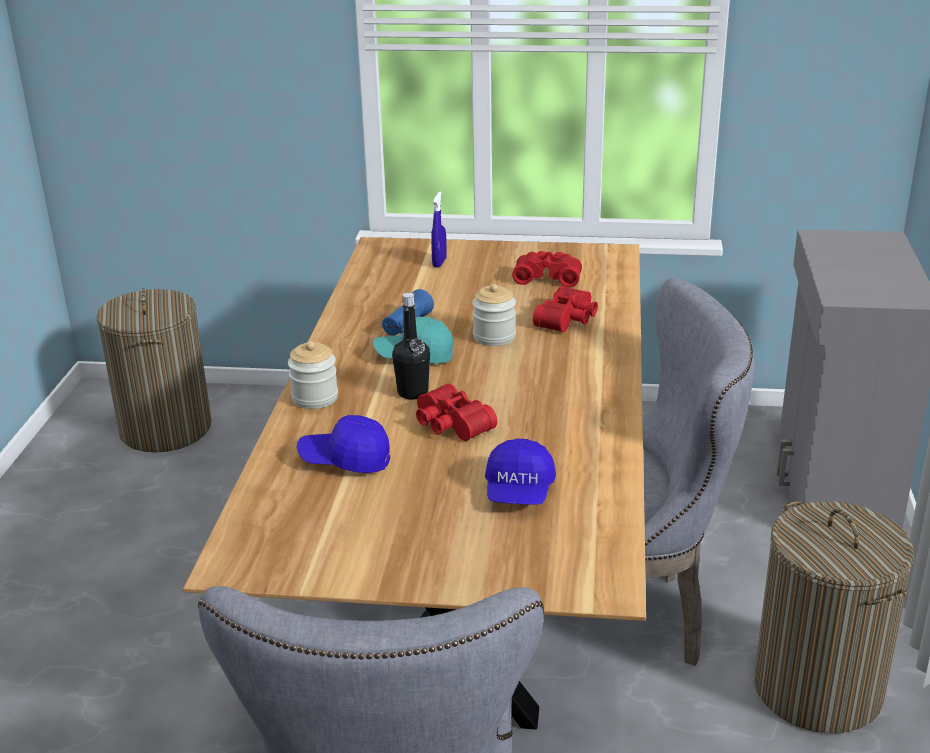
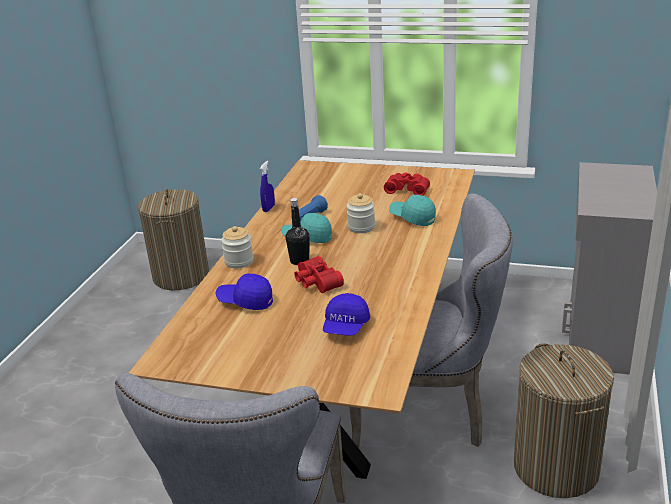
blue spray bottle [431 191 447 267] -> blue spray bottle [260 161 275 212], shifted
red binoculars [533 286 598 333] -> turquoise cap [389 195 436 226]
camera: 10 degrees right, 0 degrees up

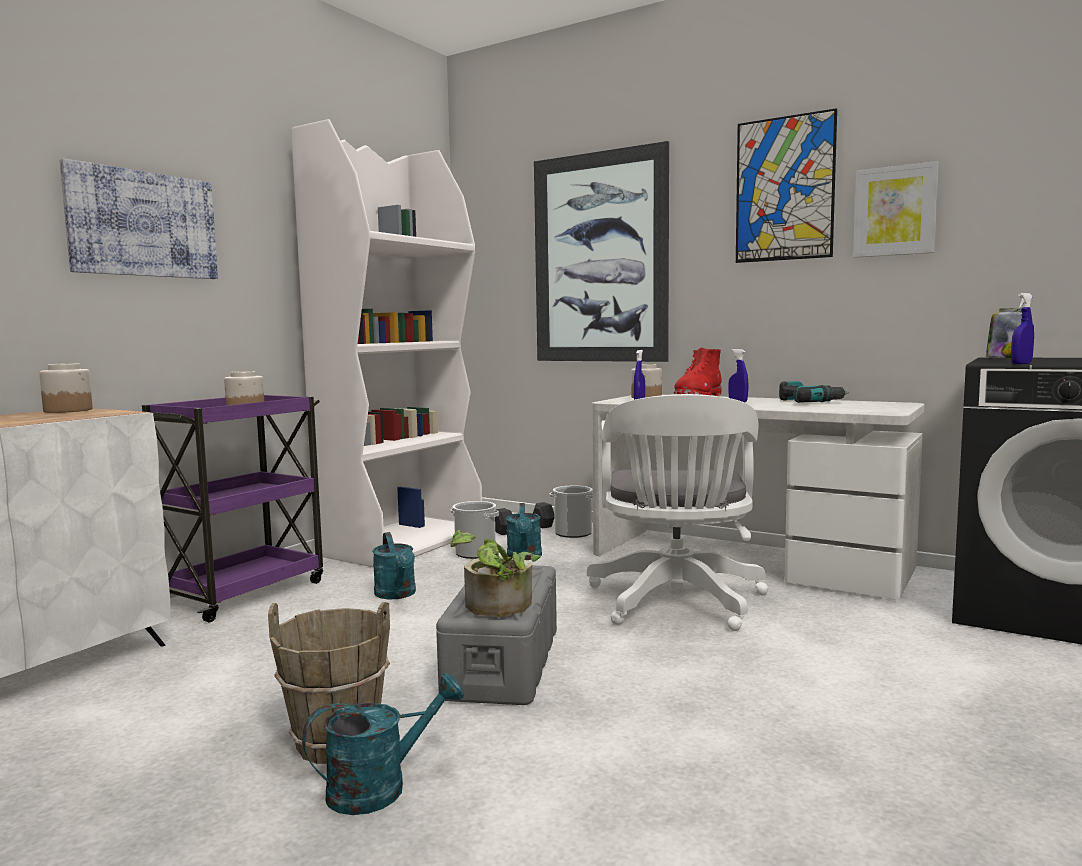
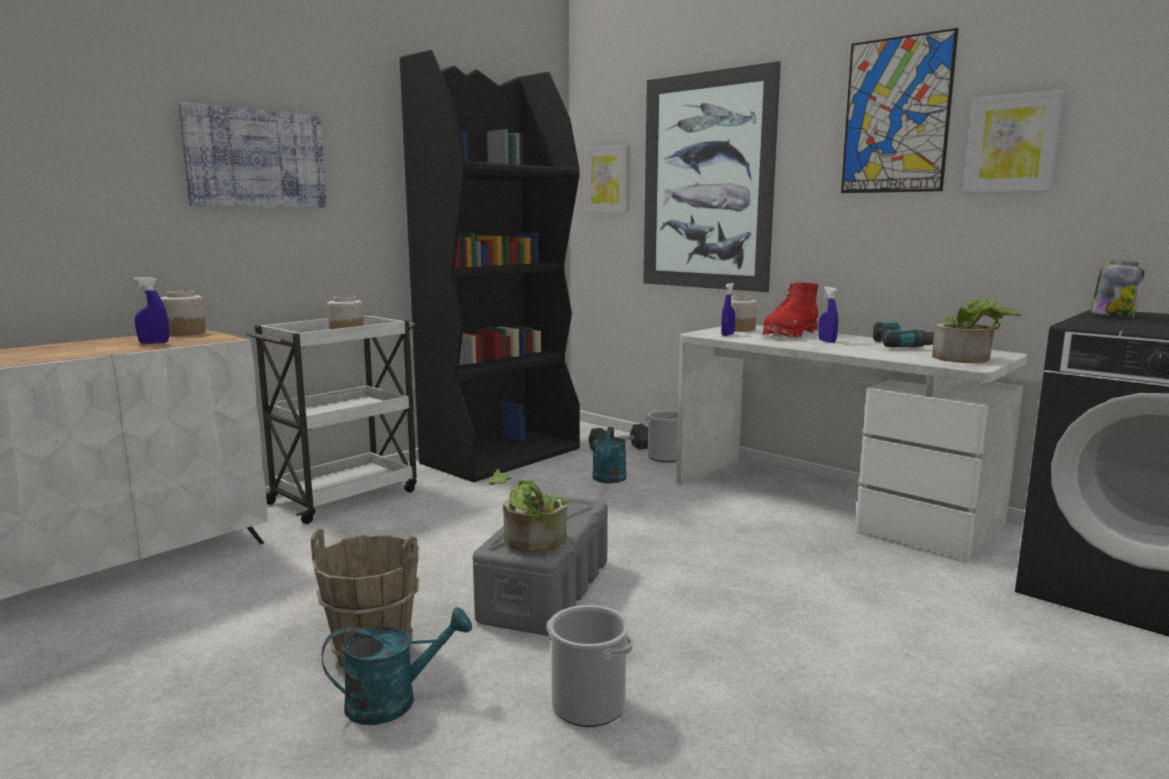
turquoise watering can [372 532 416 599] -> none
white office chair [587 394 768 631] -> none
none -> picture [584 145 630 213]
none -> potted plant [932 298 1021 363]
bucket [451 501 499 559] -> bucket [547 605 633 727], shifted
blue spray bottle [1011 293 1034 364] -> blue spray bottle [134 277 169 344], shifted
purple cart [140 395 323 622] -> white cart [246 314 417 524]
white bookcase [291 119 482 567] -> black bookcase [400 50 580 482]
camera: 10 degrees right, 5 degrees up

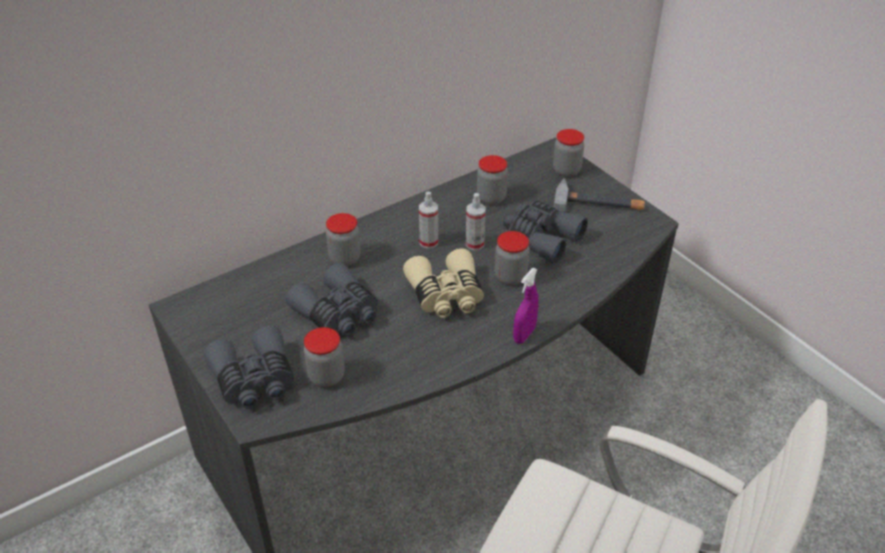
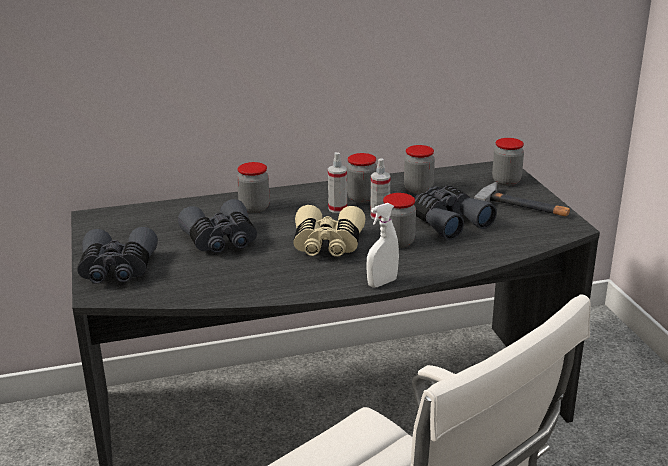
jar [304 327 345 387] -> jar [347 153 377 203], shifted
purple spray bottle [513 268 539 344] -> white spray bottle [366 203 399 288]
camera: 20 degrees right, 15 degrees down

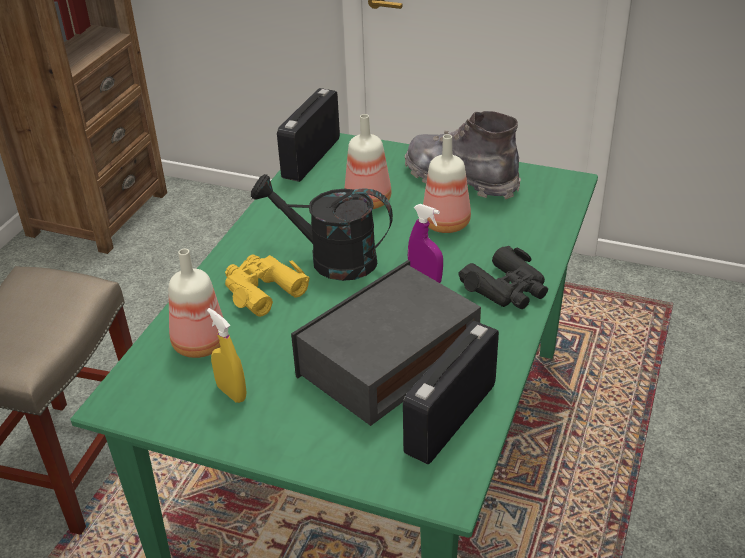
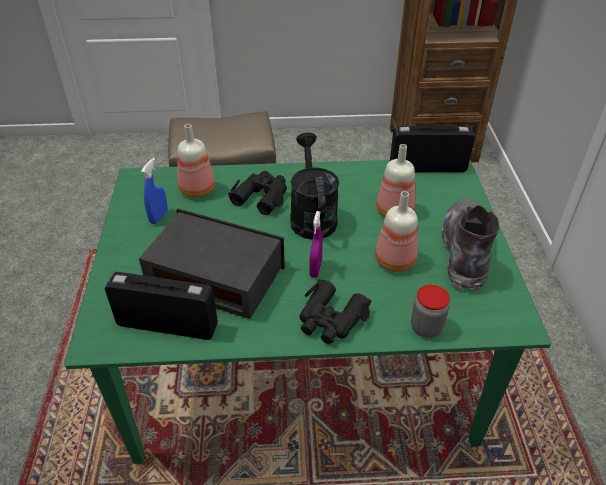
none -> jar [411 285 450 338]
yellow spray bottle [207 308 247 403] -> blue spray bottle [141 158 167 224]
yellow binoculars [225 255 309 317] -> black binoculars [228 171 287 215]
camera: 65 degrees right, 5 degrees up

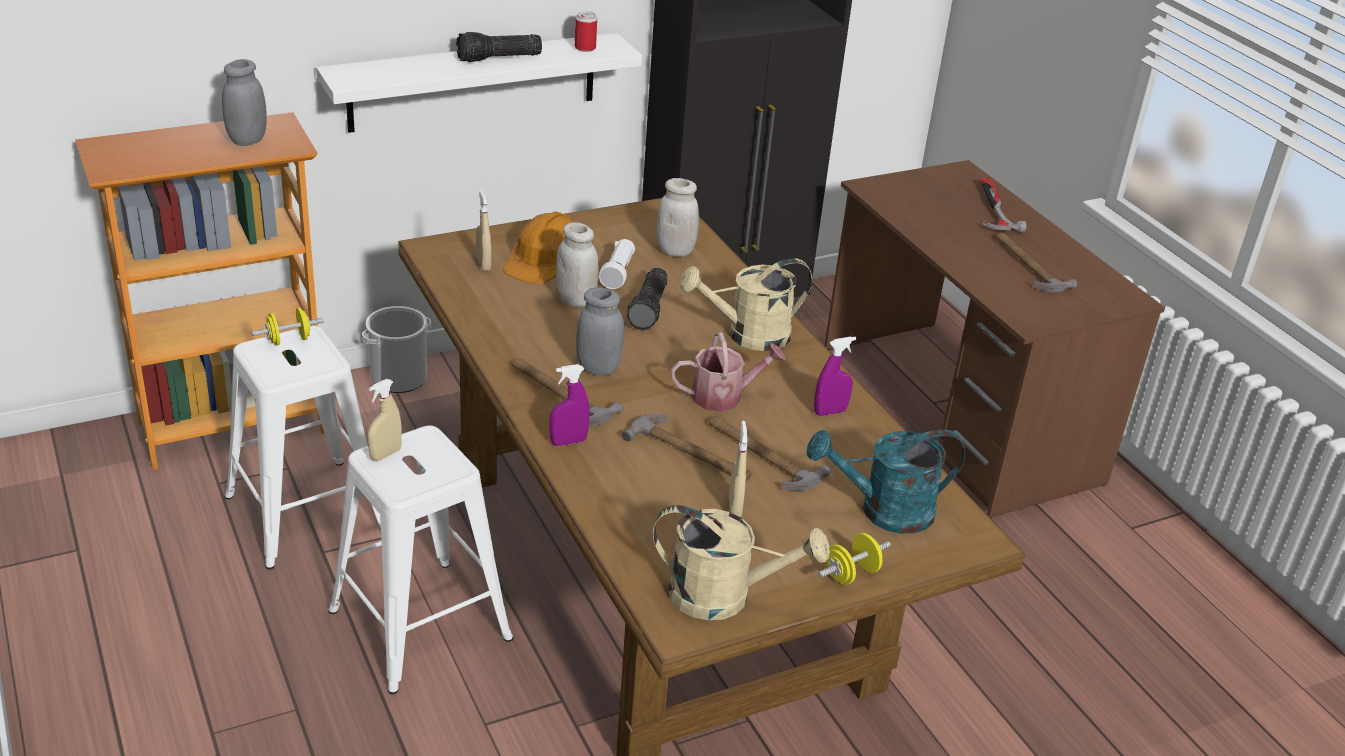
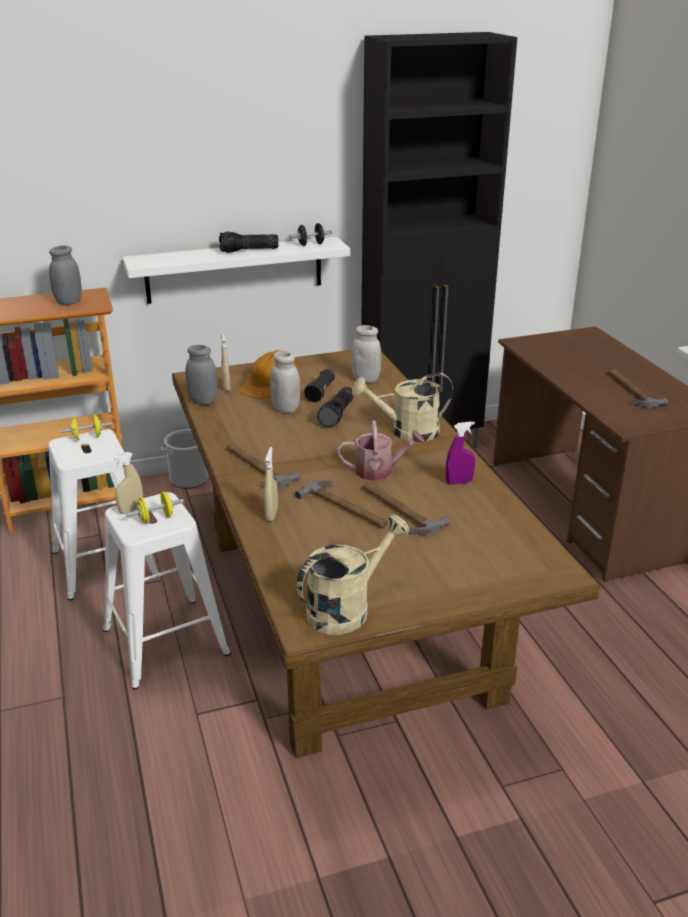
purple spray bottle [549 364 590 446] -> none
turquoise watering can [807 430 965 534] -> none
hammer [980 177 1026 233] -> none
grey jar [576 287 624 376] -> grey jar [186 345 218 405], shifted
beige spray bottle [729 421 747 517] -> beige spray bottle [264 447 278 521], shifted
yellow dumbbell [818 533 890 585] -> yellow dumbbell [126 492 184 524], shifted
can [575 11 597 52] -> black dumbbell [289 223 332 246]
white flashlight [598 239 635 289] -> black flashlight [304 369 335 402]
beige watering can [653 505 830 620] -> beige watering can [297 514 410 635], 60 degrees counterclockwise
camera: 10 degrees right, 5 degrees down

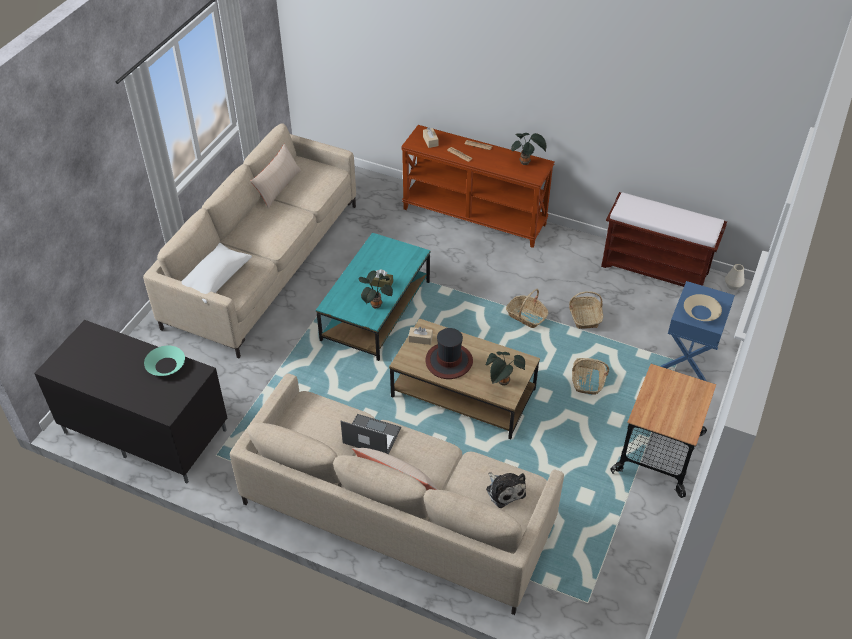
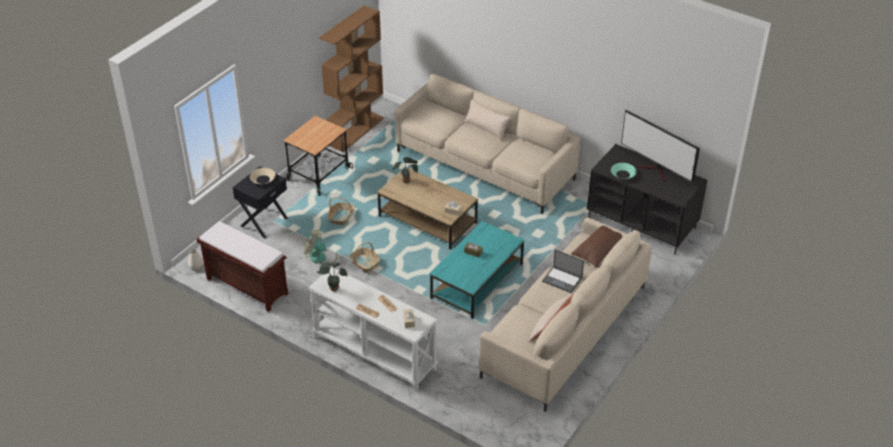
potted plant [358 271 393 309] -> none
hat [426 328 473 379] -> none
plush toy [486 473 526 508] -> none
none -> brown bookcase [319 6 384 152]
none -> television [621 109 700 182]
laptop [341 414 401 454] -> laptop [542 249 584 293], shifted
basket [569 291 603 329] -> fan [304 230 337 265]
white pillow [182 243 252 303] -> brown pillow [571 226 623 267]
brown console table [401 125 555 248] -> white console table [309 267 437 391]
blue nightstand [660 281 735 381] -> black nightstand [233 166 288 239]
camera: 170 degrees left, 5 degrees down

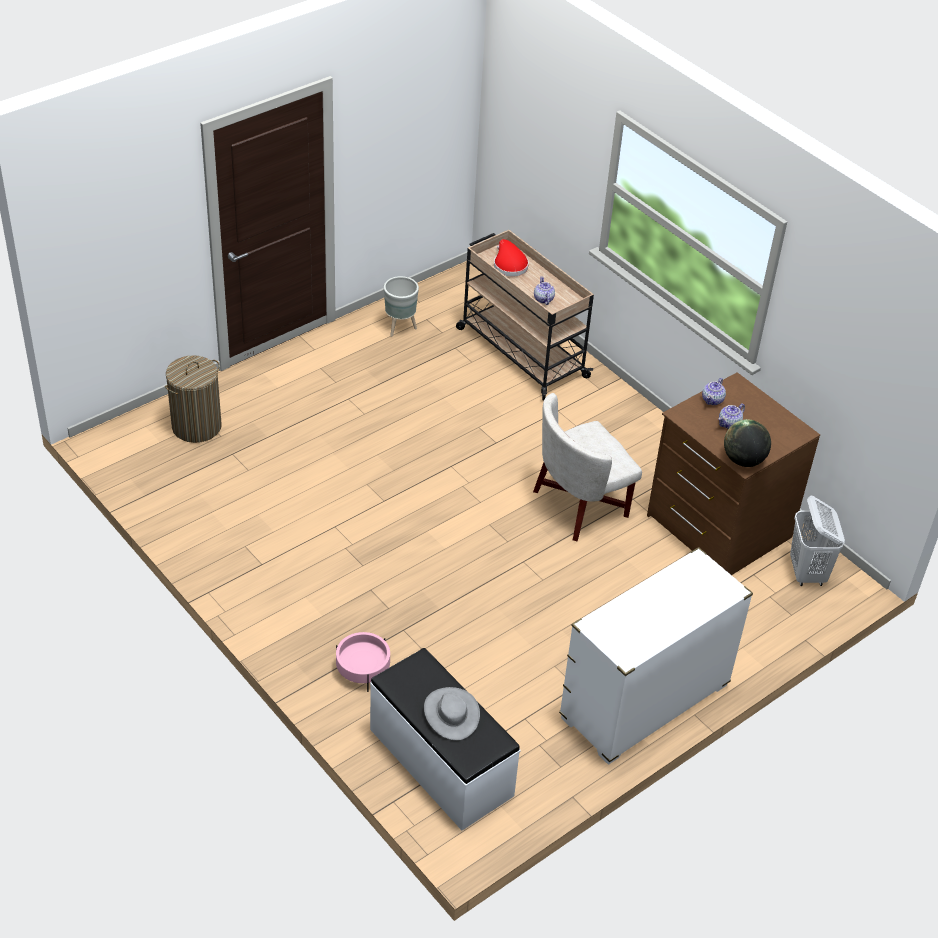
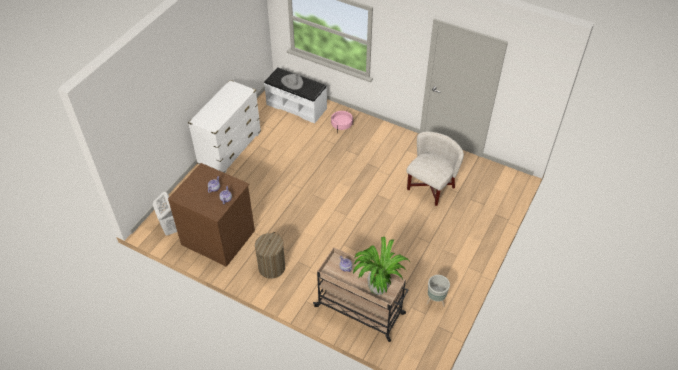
globe [724 419 771 467] -> none
laundry basket [165 355 222 443] -> laundry basket [255 232 285 279], shifted
white armchair [533 393 642 541] -> white armchair [406 132 464 206], shifted
red hat [494 239 529 277] -> potted plant [353 236 408 295]
camera: 160 degrees right, 5 degrees up

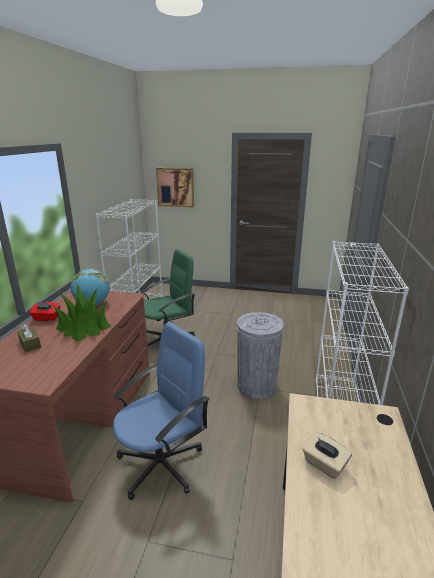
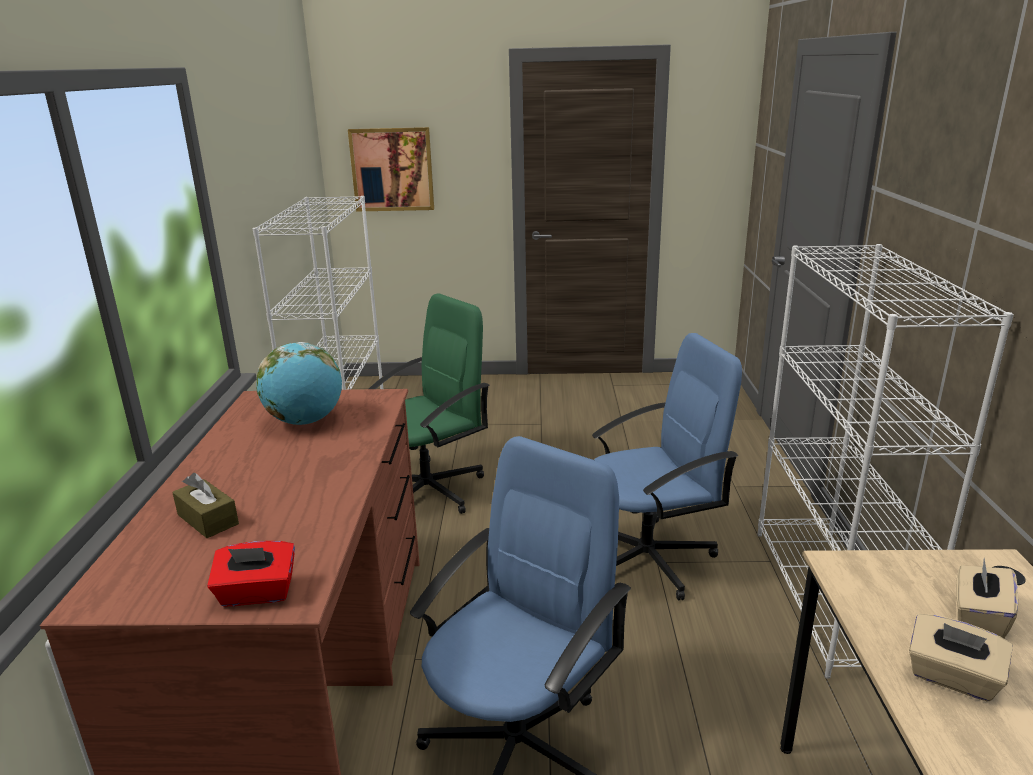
potted plant [52 283 111 341] -> none
none -> beige tissue box [956 558 1018 638]
red tissue box [29 302 60 321] -> red tissue box [207 541 295 606], shifted
grey trash can [237 312 284 399] -> blue office chair [592 333 742 600]
camera: 10 degrees left, 0 degrees up

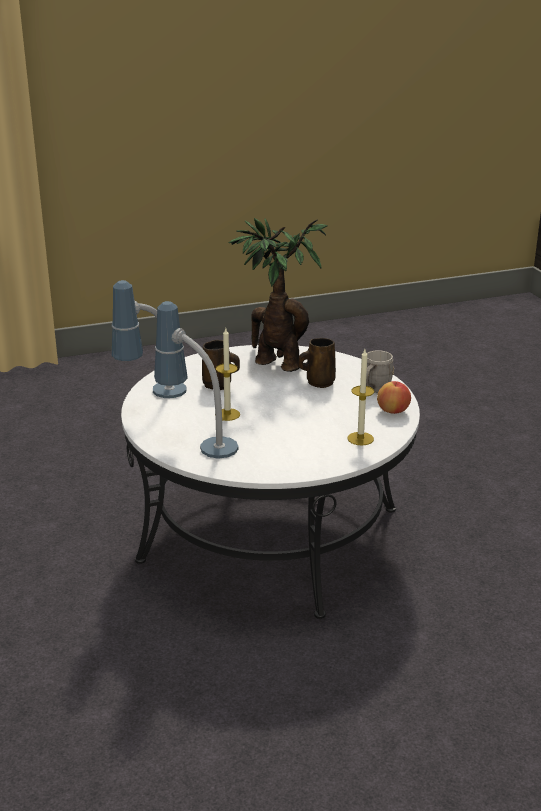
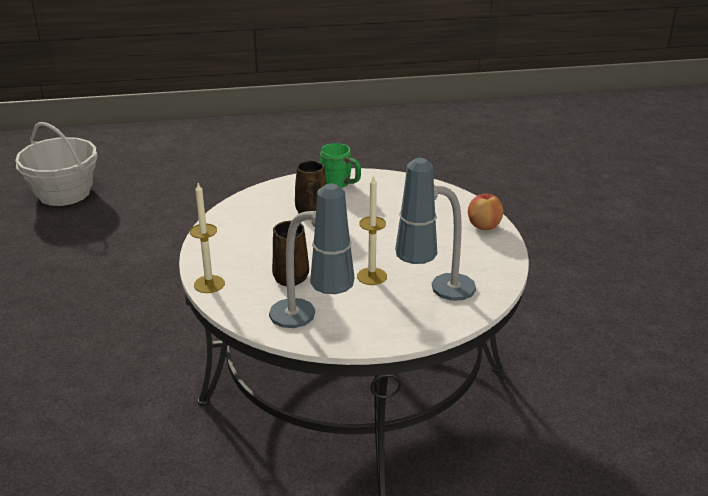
potted plant [228 218 328 372] -> none
none -> basket [15 122 98 206]
candle [348 350 374 445] -> candle [190 183 225 293], shifted
apple [377 381 411 414] -> apple [468 194 503 230], shifted
grey mug [366 350 394 393] -> green mug [320 143 361 188]
camera: 80 degrees left, 5 degrees up

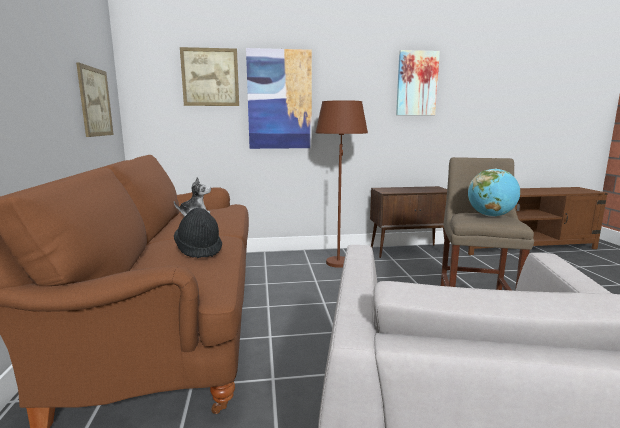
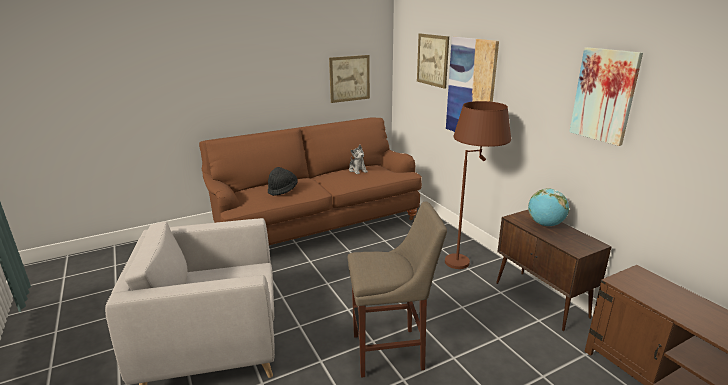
globe [468 169 520 217] -> globe [528 188 569 226], shifted
camera: 70 degrees right, 10 degrees up

